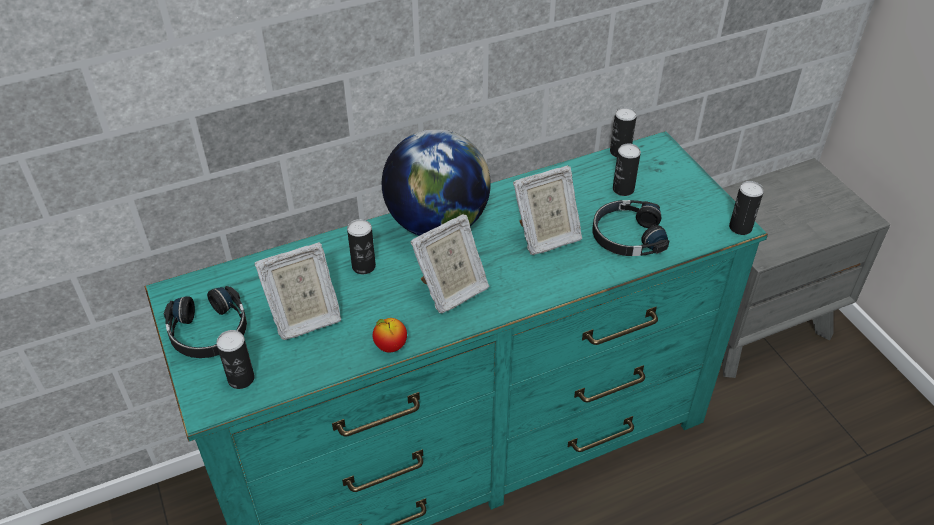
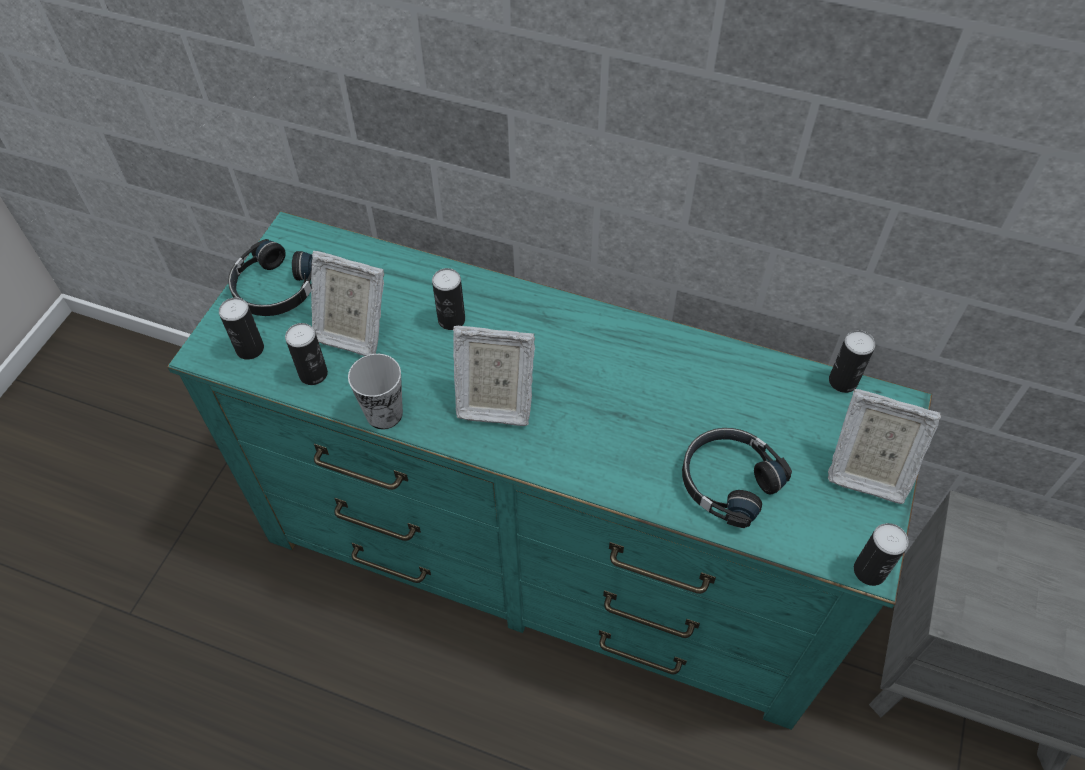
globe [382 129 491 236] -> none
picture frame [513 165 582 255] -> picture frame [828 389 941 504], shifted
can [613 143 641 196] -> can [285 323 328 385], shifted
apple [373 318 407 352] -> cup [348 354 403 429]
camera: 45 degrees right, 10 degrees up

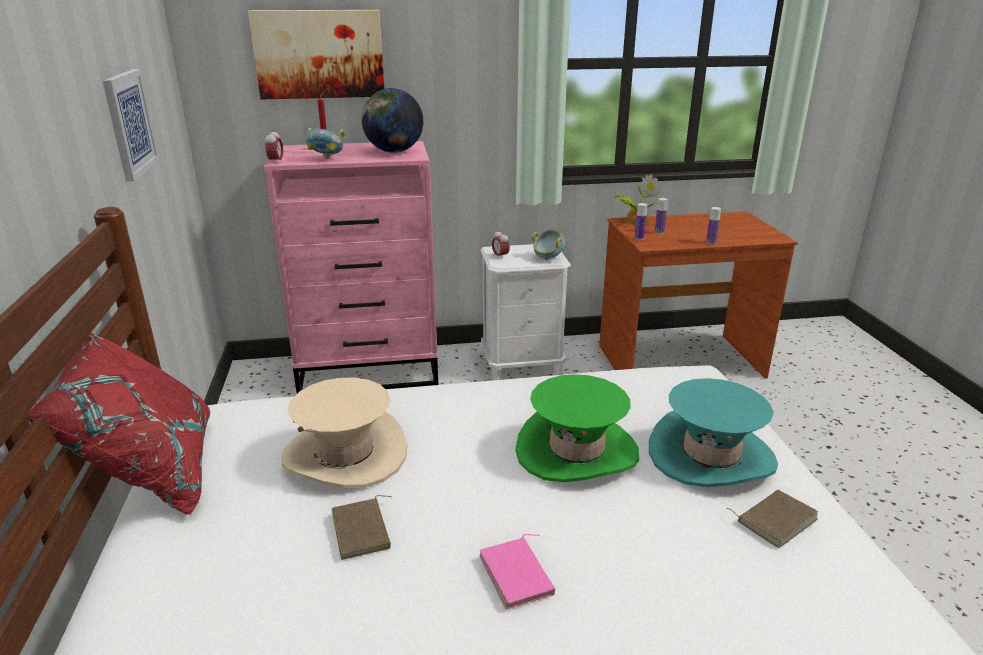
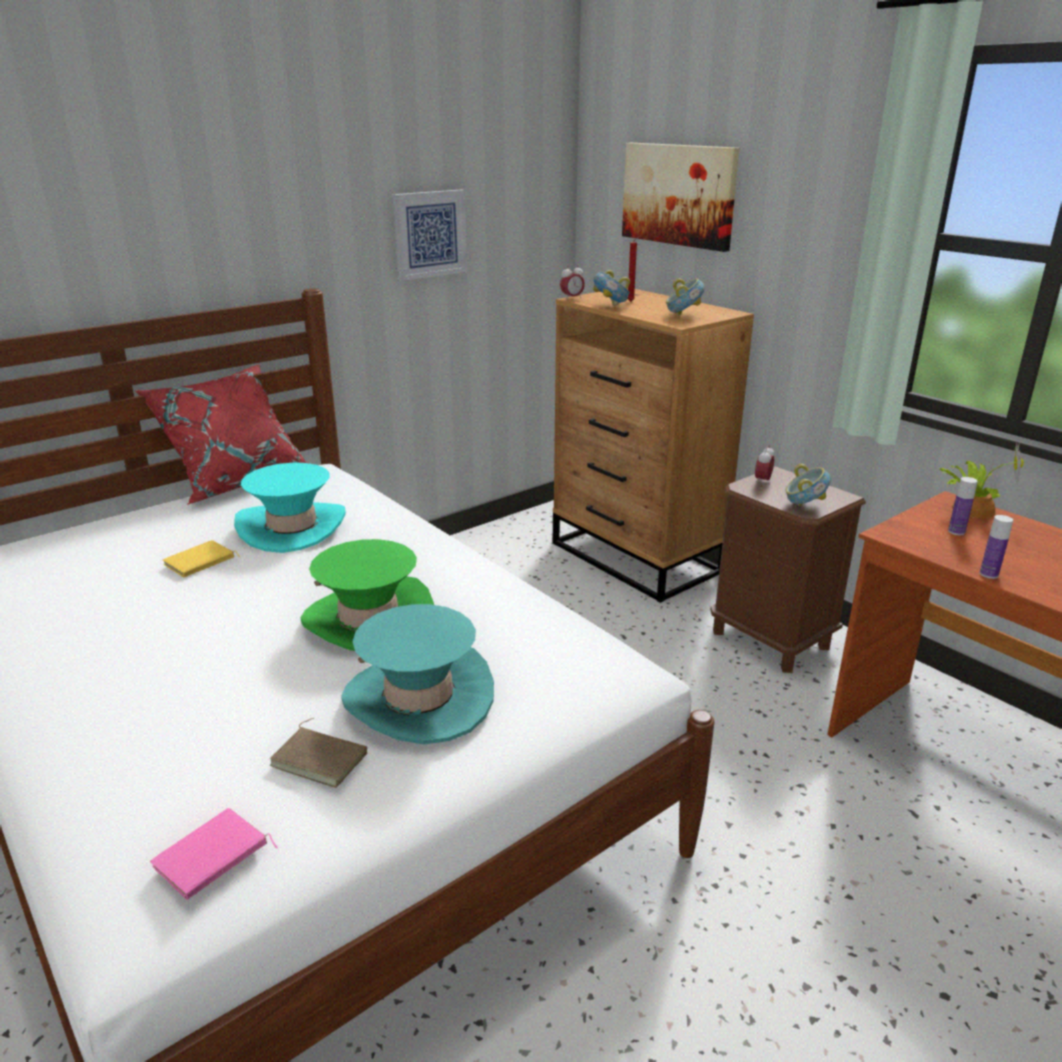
bottle [634 203 647 240] -> none
pink book [480 534 556 609] -> pink book [150 808 278 900], shifted
globe [361 88 423 153] -> bowl [666 278 705 316]
pink dresser [264 141 439 393] -> brown dresser [553 288 754 603]
beige hat [281 378 408 488] -> turquoise hat [234 463 346 553]
brown book [331 495 392 560] -> yellow book [163 540 240 578]
white nightstand [480 244 571 381] -> brown nightstand [710 466 866 673]
camera: 60 degrees right, 0 degrees up

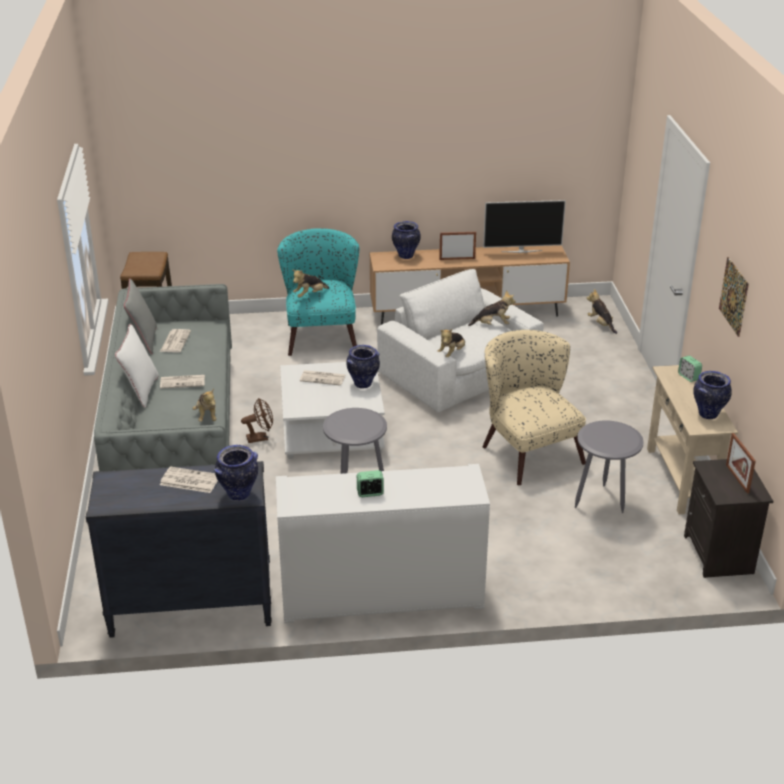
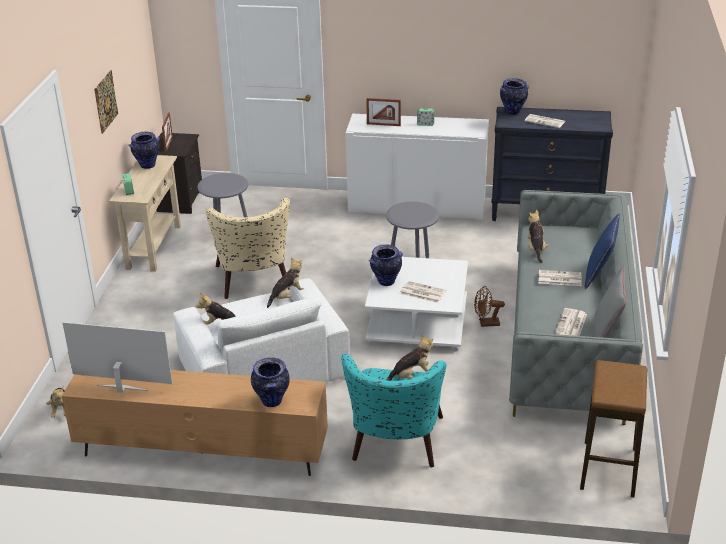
picture frame [439 232 476 260] -> picture frame [366 98 401 126], shifted
white pillow [115 324 158 408] -> blue pillow [585 213 620 289]
camera: 165 degrees left, 0 degrees up

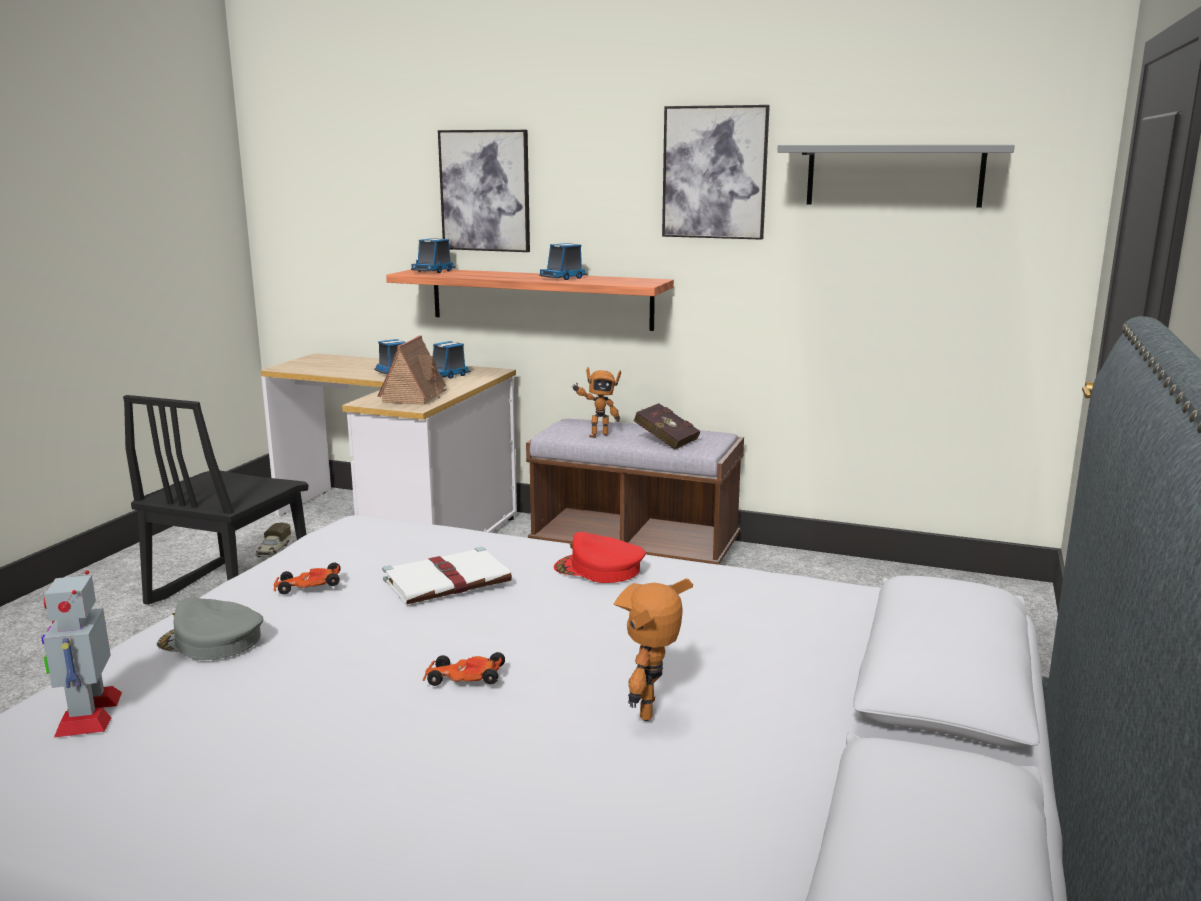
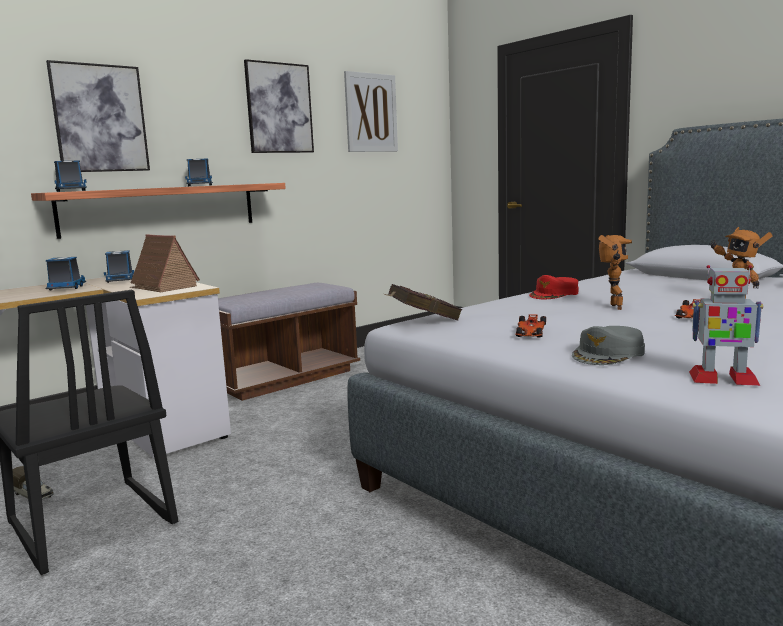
white book [382 547 512 604] -> none
toy robot [572 368 621 438] -> toy robot [598 235 632 310], shifted
red book [633 403 700 450] -> red book [385 284 462 321], shifted
grey shelf [777 145 1015 208] -> picture [344 71 398 152]
camera: 60 degrees left, 5 degrees down

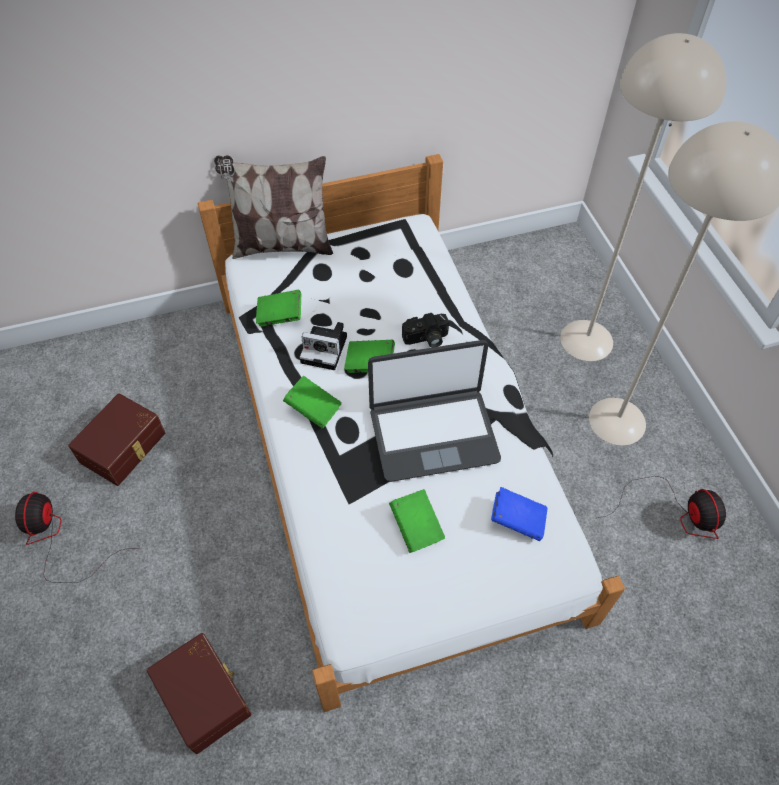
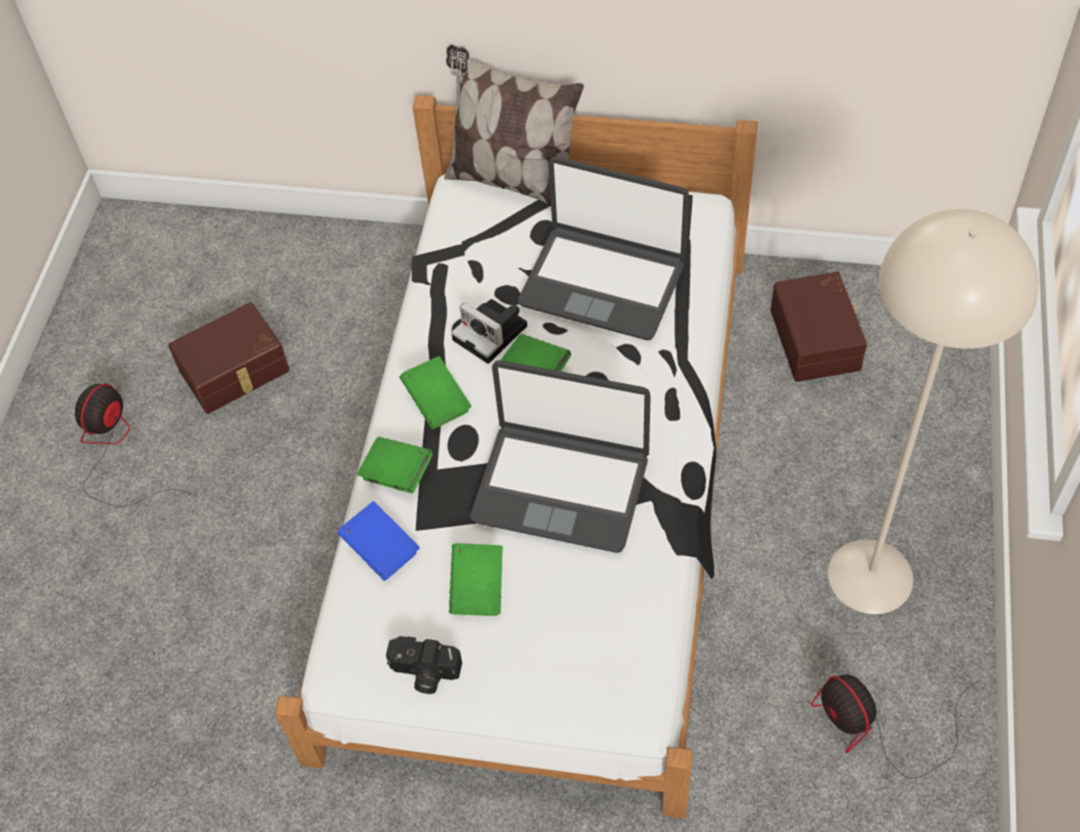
beige floor lamp [560 33 726 361] -> none
none -> laptop [518 157 689 340]
brown storage box [147 633 252 754] -> brown storage box [771 272 867 382], shifted
green book [256 290 301 327] -> green book [357 437 432 493], shifted
photo camera [402 313 449 348] -> photo camera [386 636 462 694], shifted
blue book [491 487 547 541] -> blue book [337 501 420 581], shifted
fan [598 476 726 539] -> fan [811 675 979 779], 135 degrees clockwise
camera: 30 degrees right, 0 degrees up

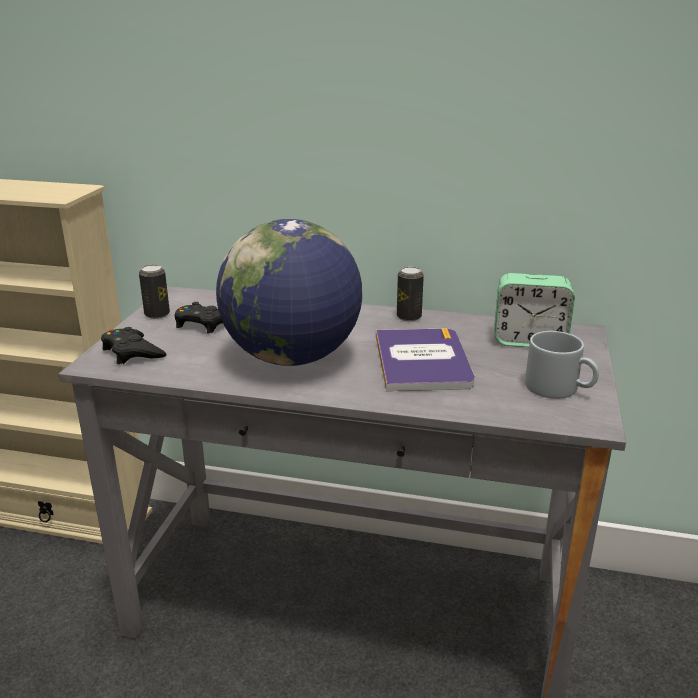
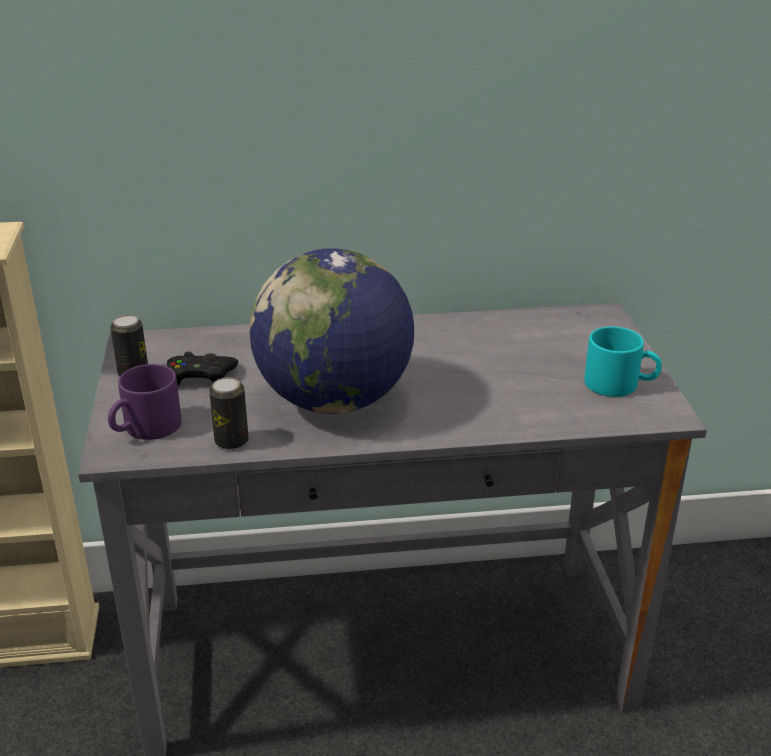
book [376 329 475 391] -> none
alarm clock [494 273 575 347] -> none
can [397 267 424 321] -> can [209 377 249 450], shifted
black game controller [101 327 166 364] -> purple mug [108 364 182 440]
grey mug [525 331 599 399] -> turquoise mug [584 326 662 397]
camera: 20 degrees left, 5 degrees up

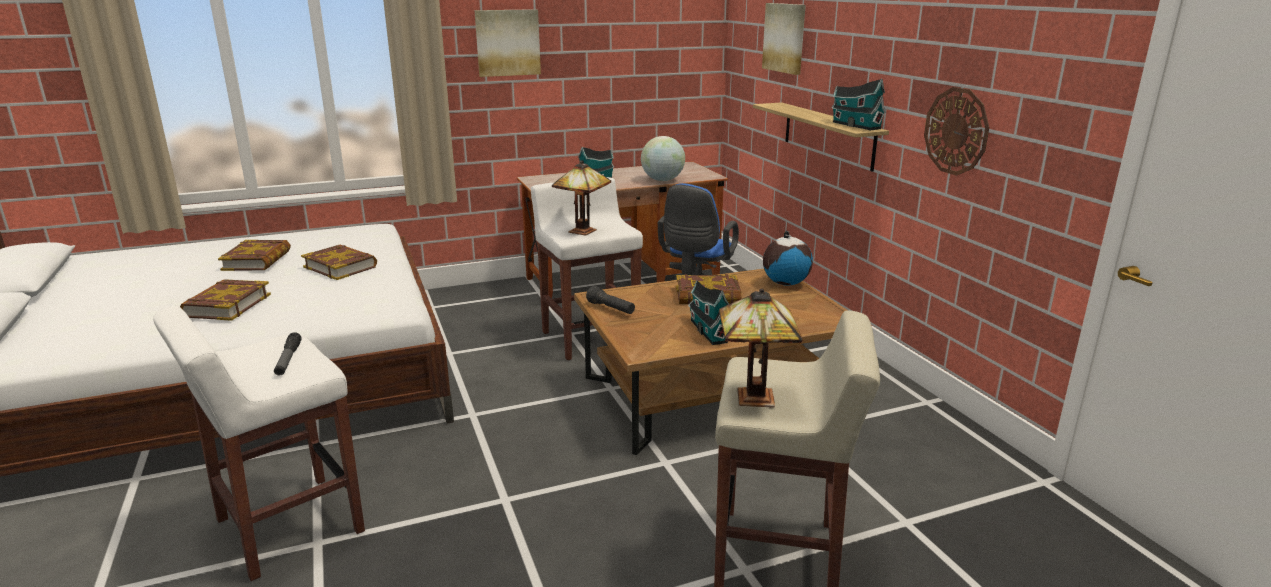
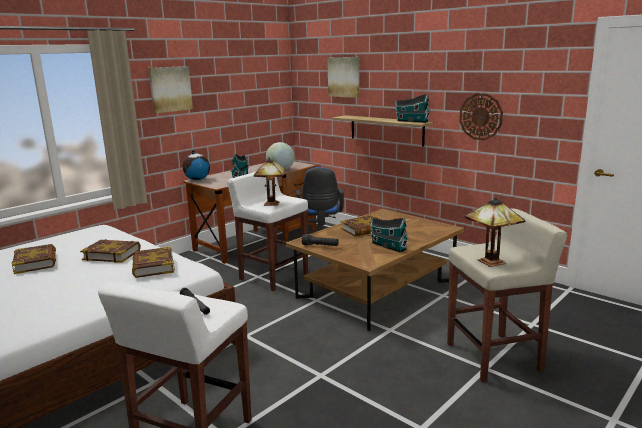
book [180 279 271 321] -> book [132 246 174 278], shifted
globe [763 231 813 286] -> globe [183 150 210 180], shifted
camera: 25 degrees left, 5 degrees down

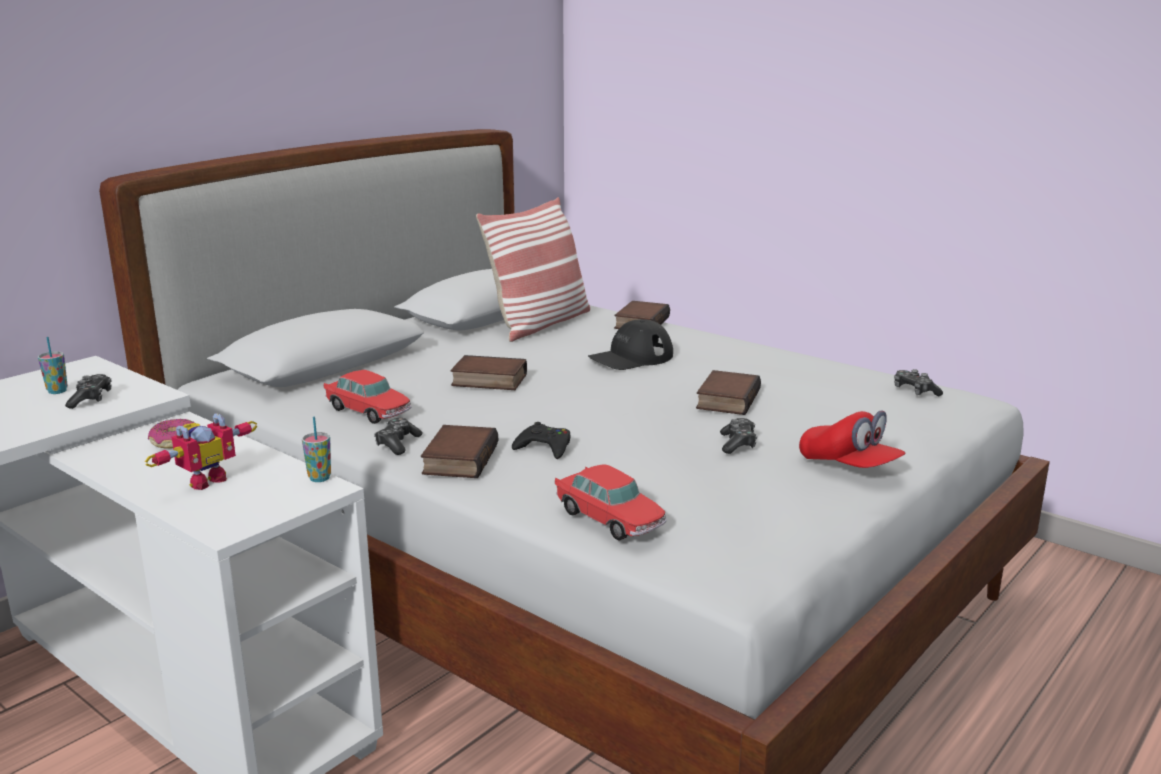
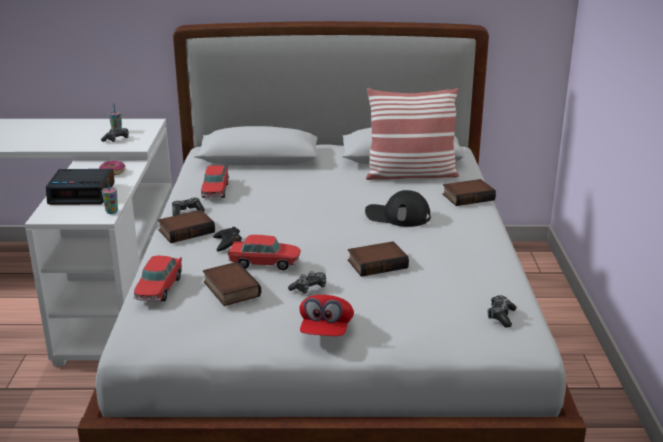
none -> toy car [228 235 301 270]
book [451 355 527 390] -> book [203 262 261 306], shifted
toy robot [145 413 258 490] -> alarm clock [46 169 115 205]
camera: 50 degrees right, 5 degrees up

